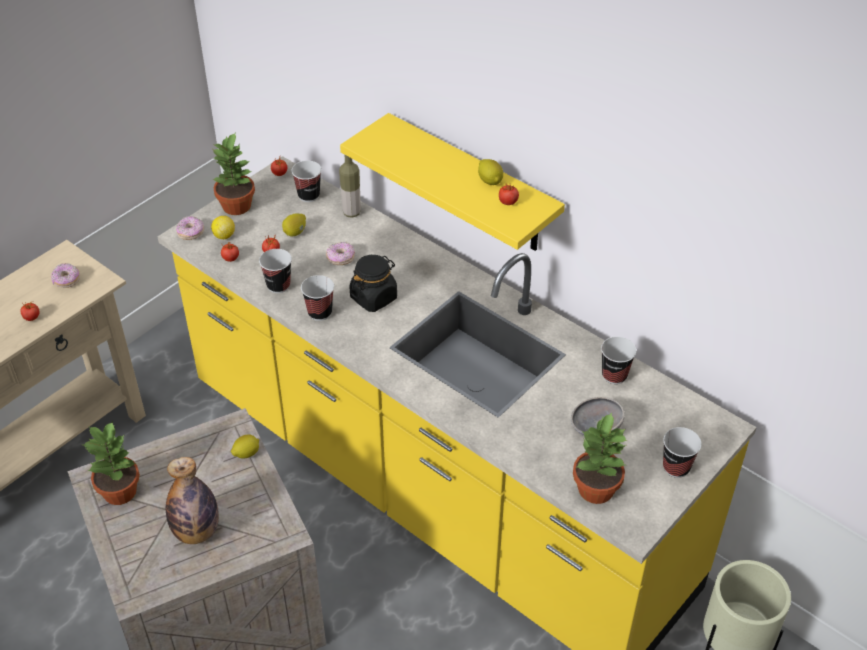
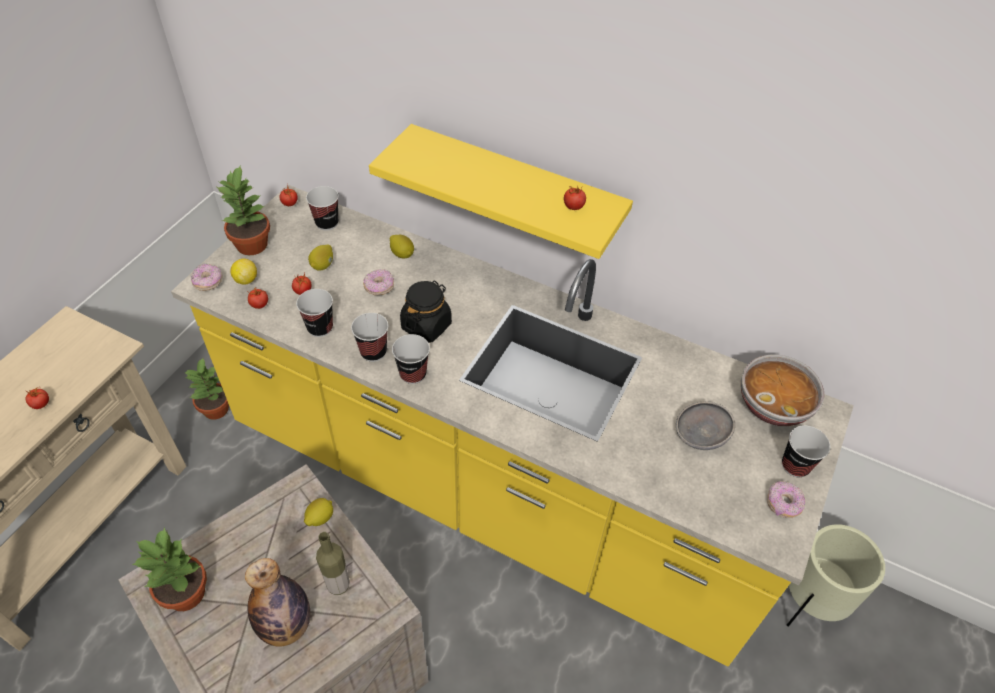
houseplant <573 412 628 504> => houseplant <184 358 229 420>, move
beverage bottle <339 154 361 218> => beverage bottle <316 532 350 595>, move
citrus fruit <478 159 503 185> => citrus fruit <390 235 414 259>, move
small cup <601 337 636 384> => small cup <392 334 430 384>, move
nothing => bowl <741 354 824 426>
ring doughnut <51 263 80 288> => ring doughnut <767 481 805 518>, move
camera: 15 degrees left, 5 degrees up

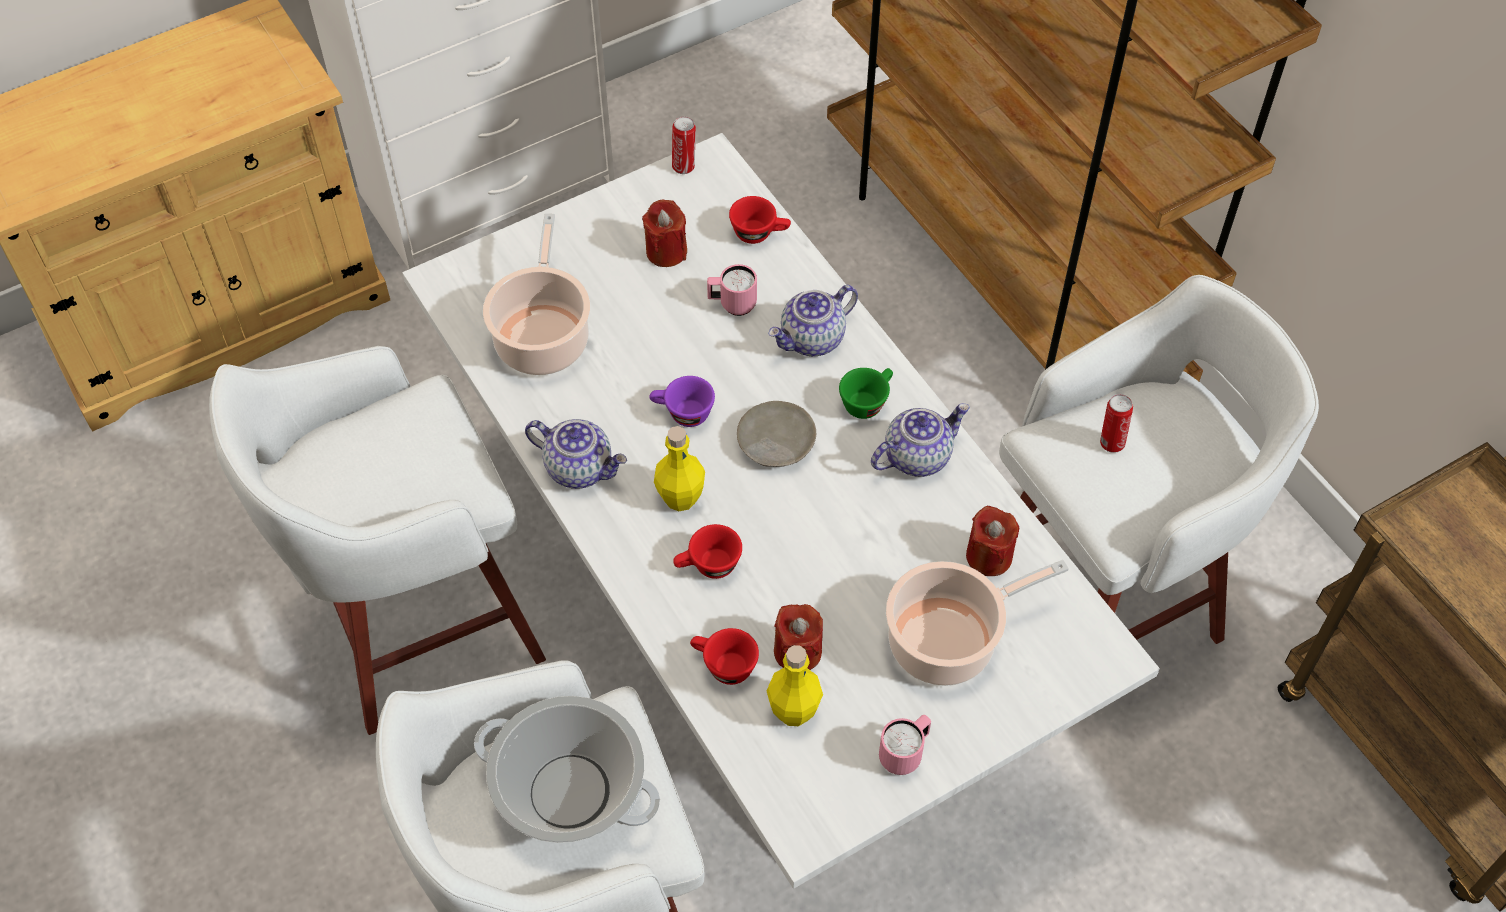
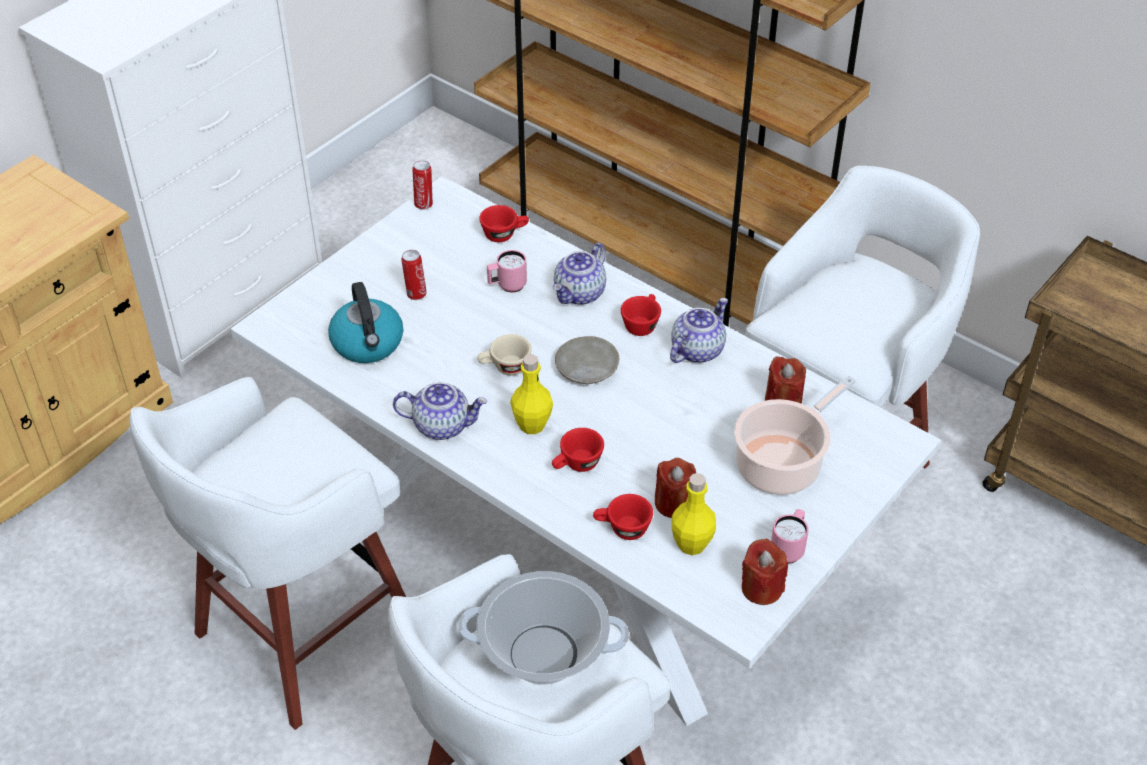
stockpot <483 213 590 375> => kettle <328 282 403 363>
sealed can <1100 394 1133 453> => sealed can <401 250 427 300>, move
small cup/purplish <650 376 715 427> => small cup/beige <478 334 532 376>
small cup/green <839 368 893 419> => small cup/reddish <621 294 661 336>
candle/reddish <642 199 687 267> => candle/reddish <742 538 788 605>, move
camera: 20 degrees left, 10 degrees down

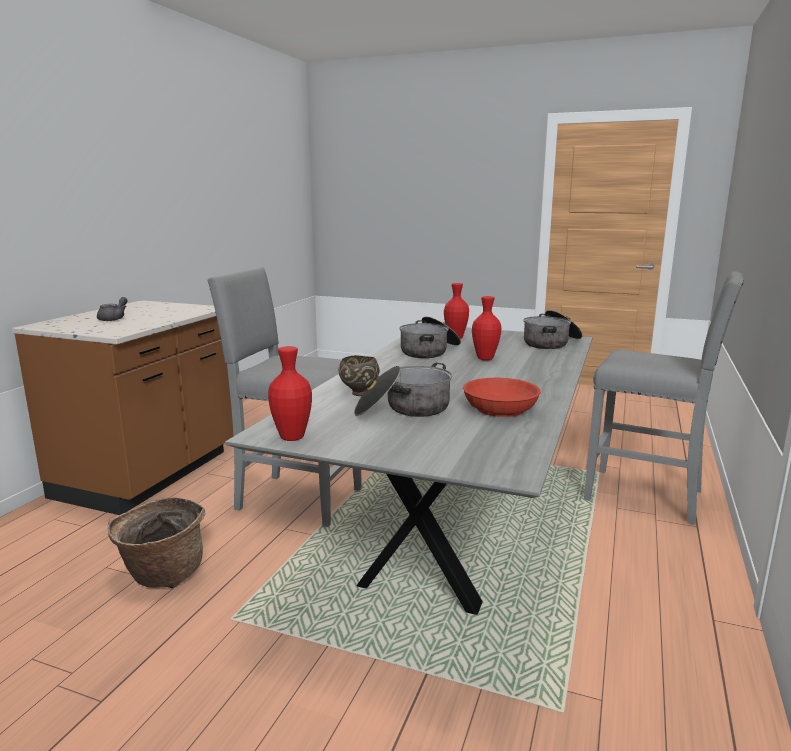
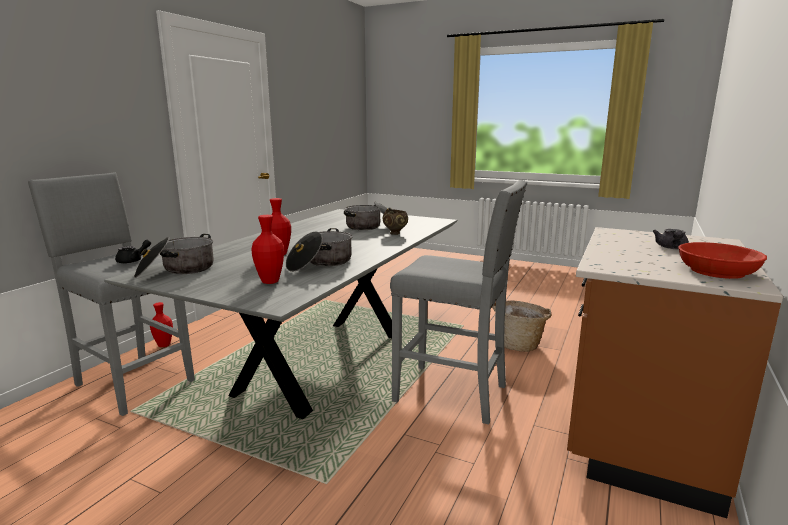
nothing => tea pot/black <115 240 151 263>
decorative vase/reddish <268 346 312 441> => decorative vase/reddish <150 302 173 347>, move
bowl/reddish <463 378 541 417> => bowl/reddish <678 242 767 279>, move
camera: 175 degrees left, 0 degrees up

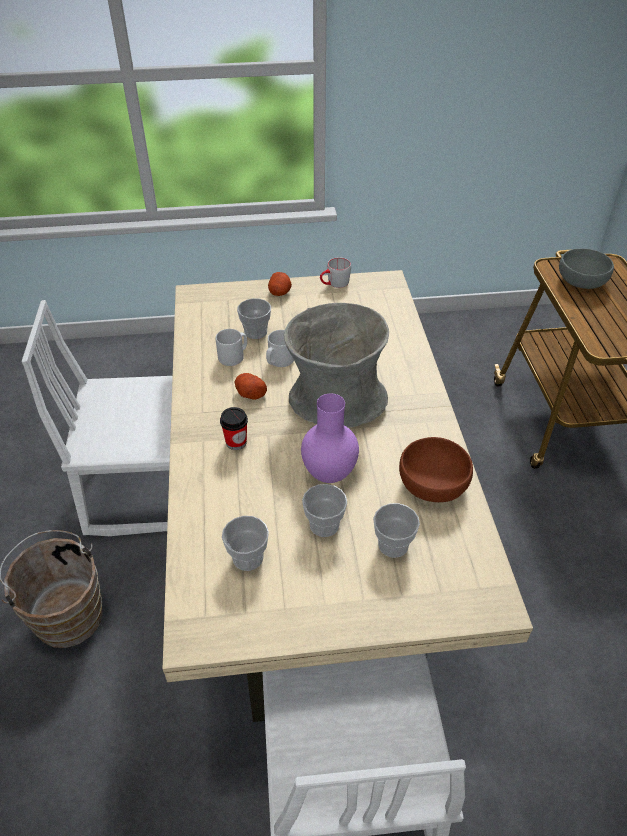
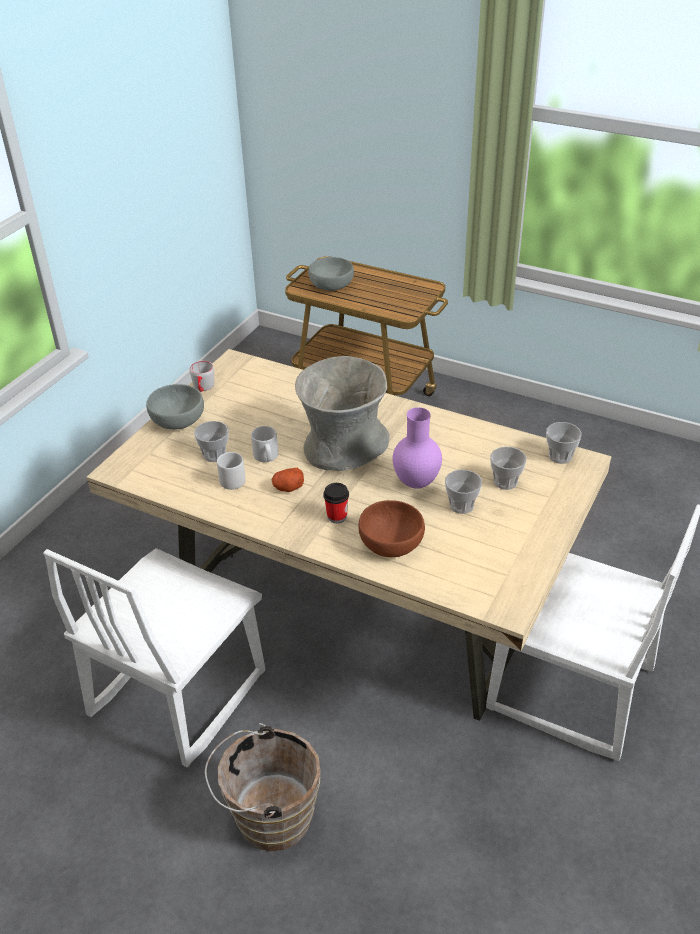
whole potato <268 272 292 296> => bowl/grey <146 384 204 430>
bowl/brownish <399 437 473 502> => bowl/brownish <358 500 425 557>, move
small cup <222 516 269 571> => small cup <546 422 582 464>, move
camera: 55 degrees left, 5 degrees down

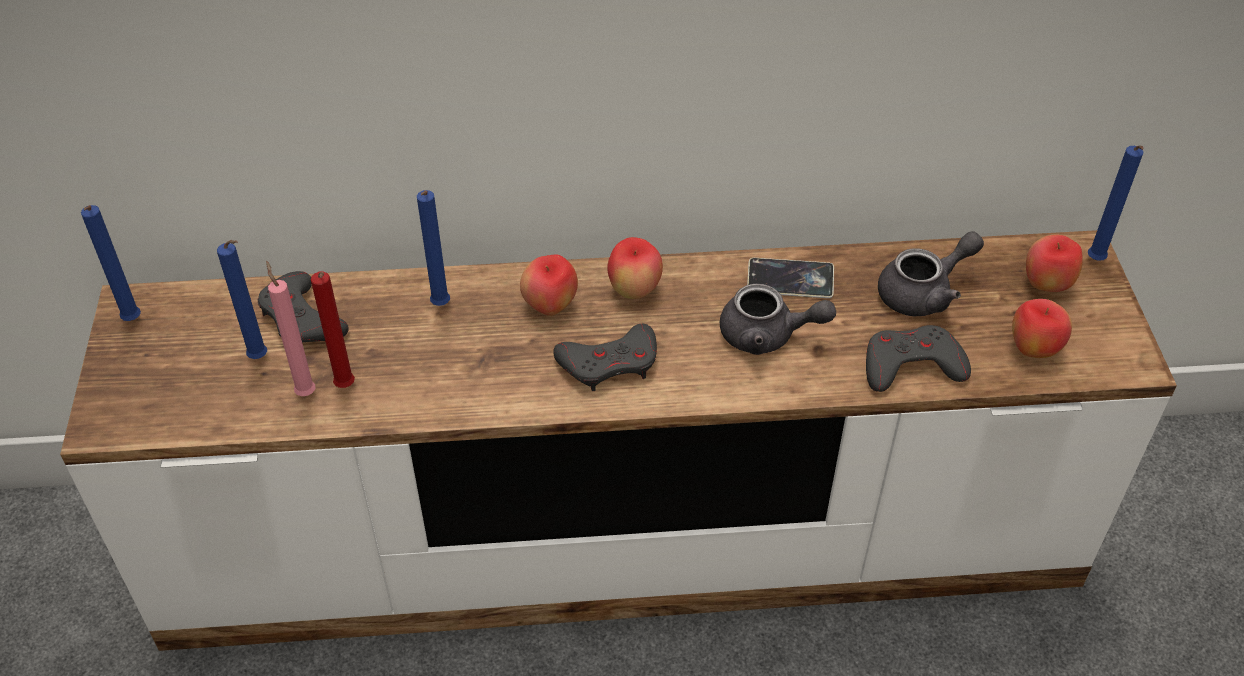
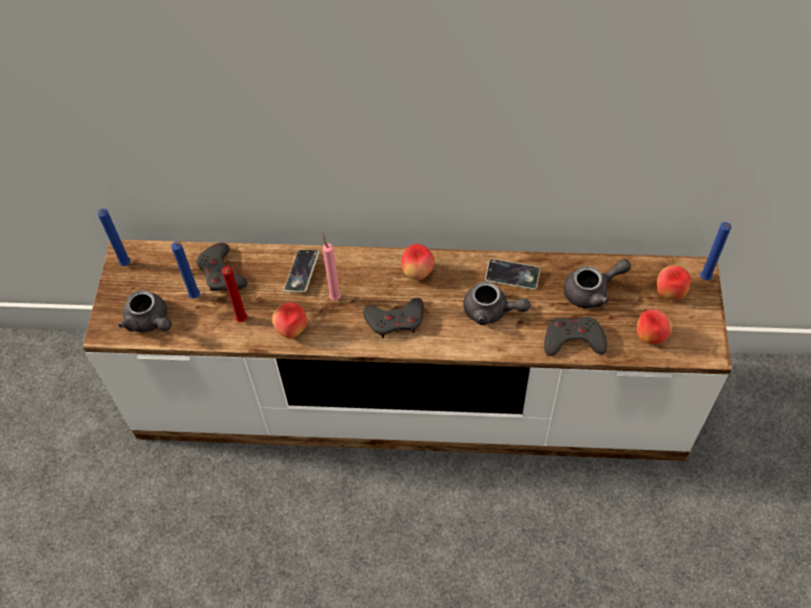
nothing => tea pot/grey <118 290 171 332>
apple fruit <520 254 578 316> => apple fruit <272 303 308 339>, move
candle/blue-coloured <417 190 450 306> => telephone <284 250 319 292>
candle/pink <266 261 315 396> => candle/pink <323 234 341 300>, move
camera: 10 degrees right, 10 degrees up

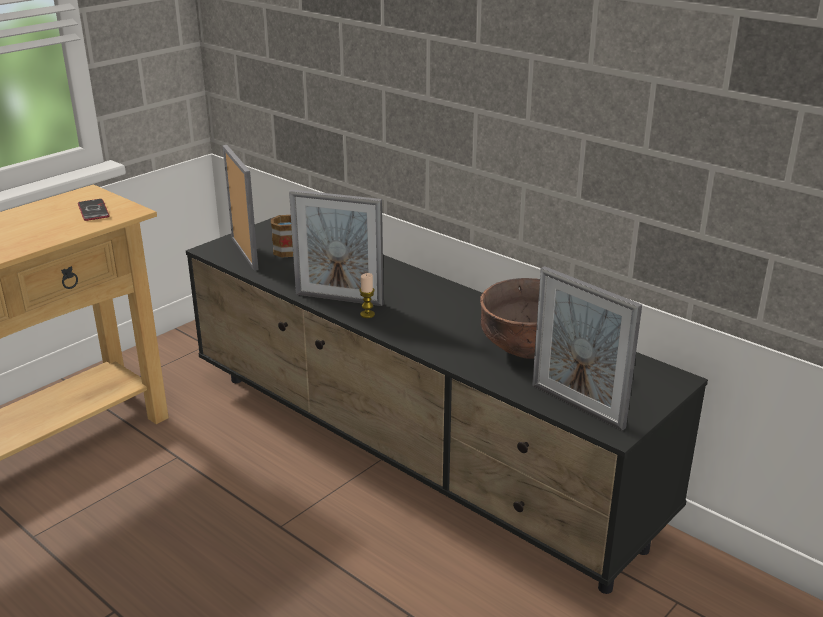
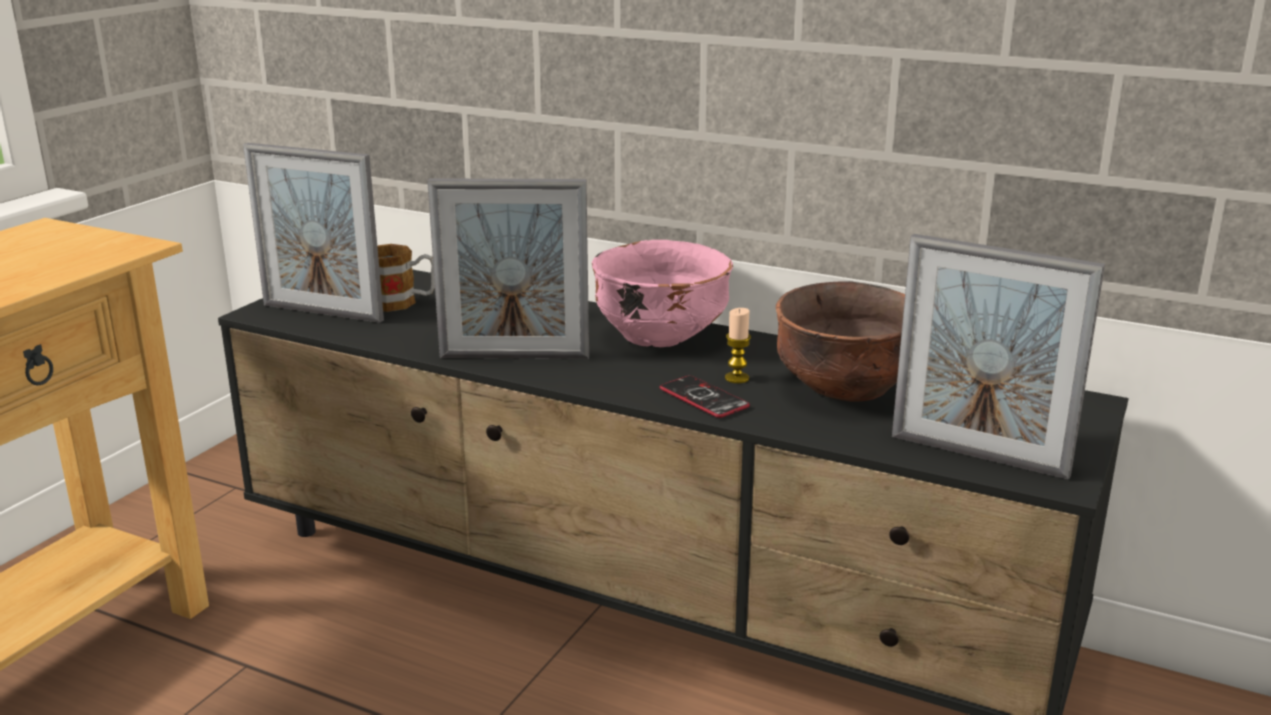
picture frame <223 145 259 271> => picture frame <243 143 384 323>, 150 degrees clockwise
nothing => bowl/pink <592 240 733 347>
telephone <78 199 110 221> => telephone <660 376 750 418>, move
candle <359 273 375 318> => candle <725 308 751 383>, move
camera: 15 degrees left, 5 degrees down

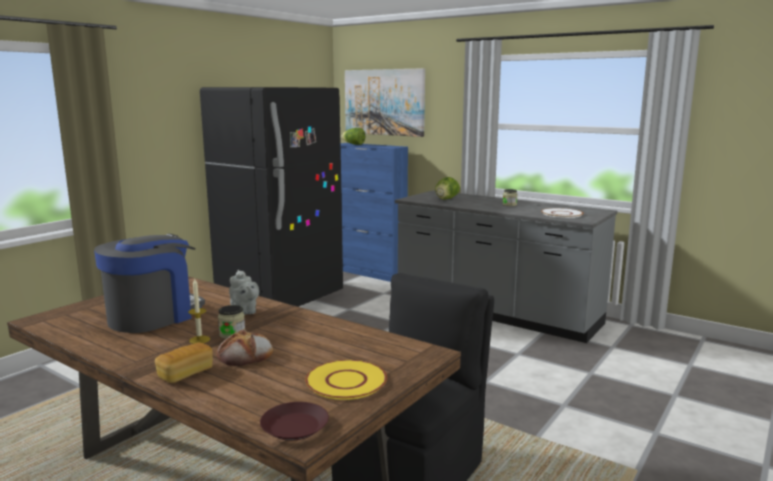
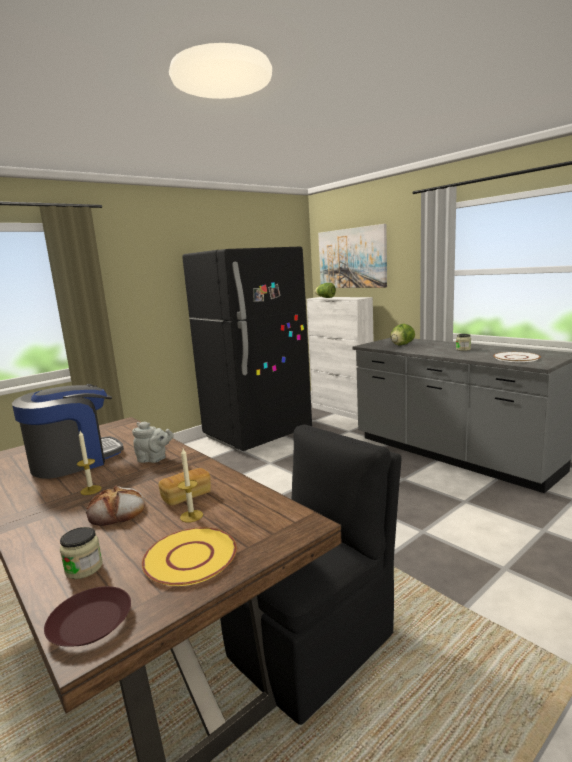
storage jar <218 305 245 339> => storage jar <60 527 102 579>, move
tea pot/grey <229 270 259 315> => tea pot/grey <132 422 174 463>, 60 degrees counterclockwise
baked bread <155 342 213 383> => baked bread <158 468 211 505>, move
nothing => candle <178 448 203 522>
storage cabinet/blue-coloured <340 143 408 282> => storage cabinet/whitish <307 297 374 420>
camera: 15 degrees right, 0 degrees up

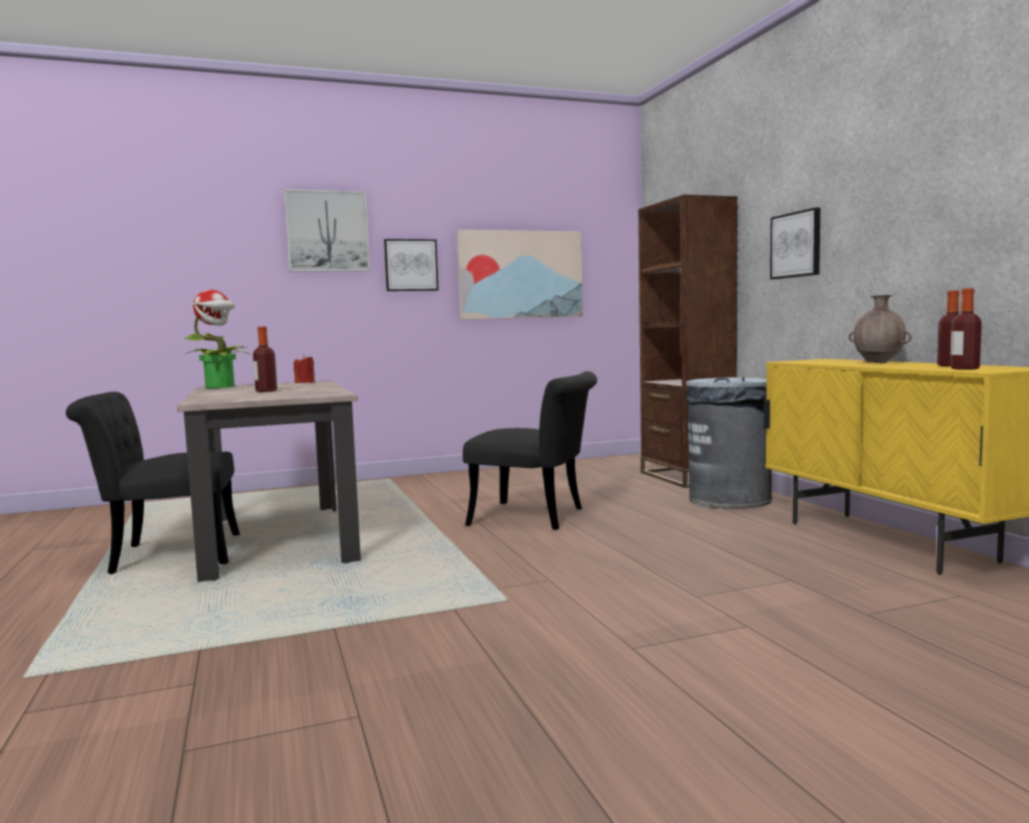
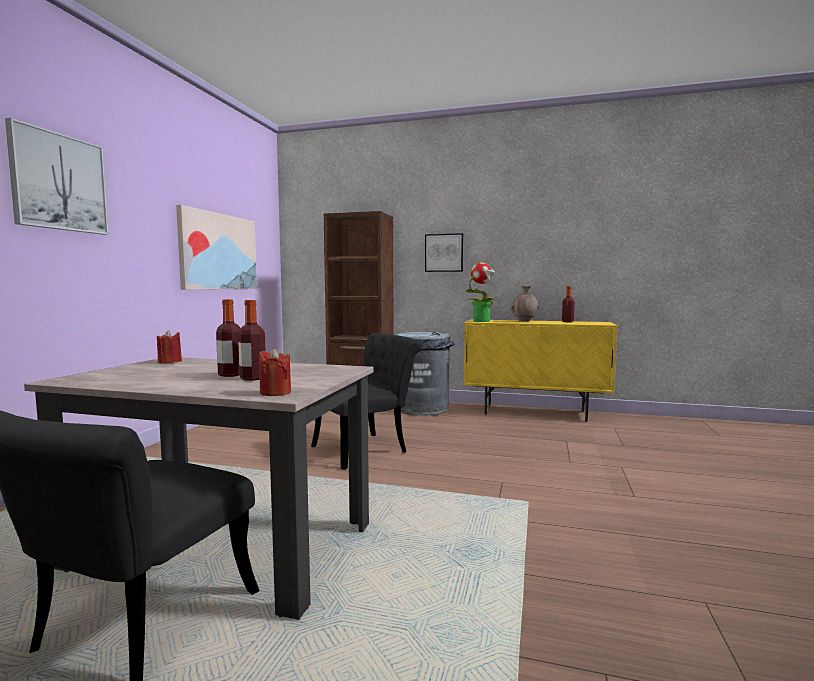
beverage bottle <950 288 982 370> => beverage bottle <238 300 265 381>, move
nothing => candle/reddish <258 348 291 396>
houseplant <185 290 249 388> => houseplant <464 262 501 322>, move
wall art <384 239 439 291> => nothing
camera: 55 degrees left, 0 degrees up

